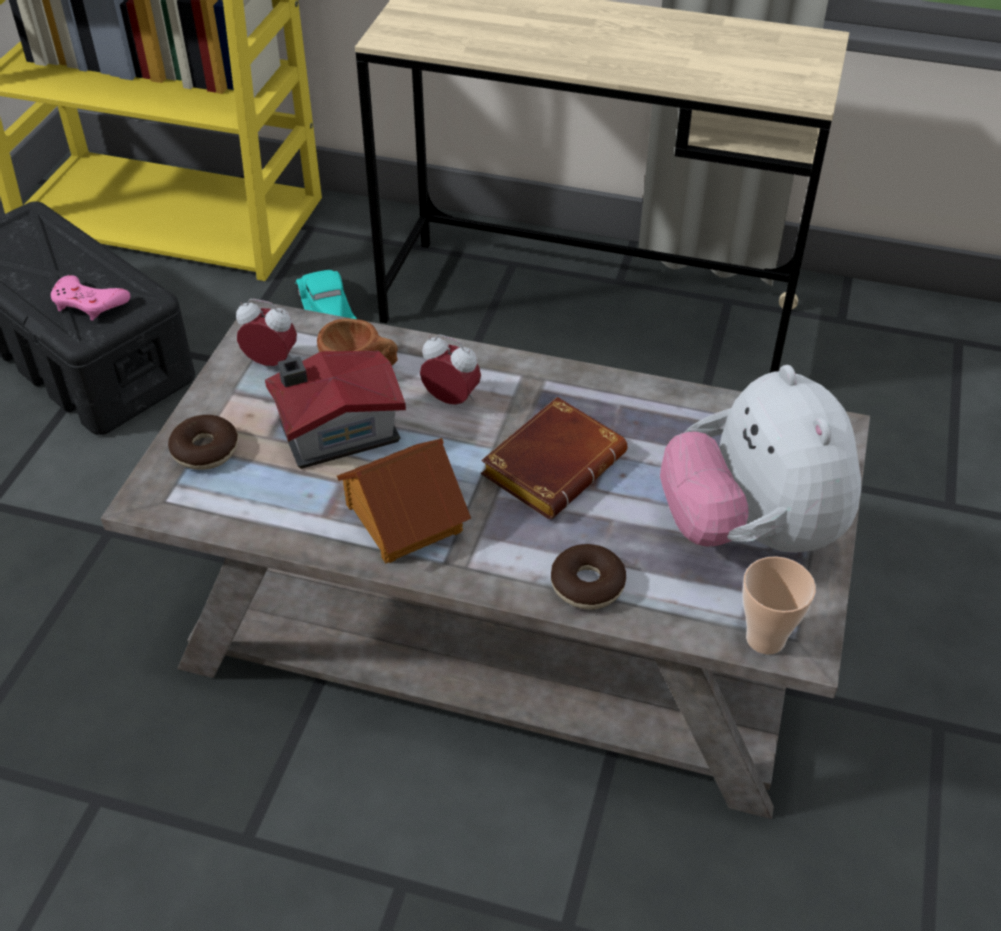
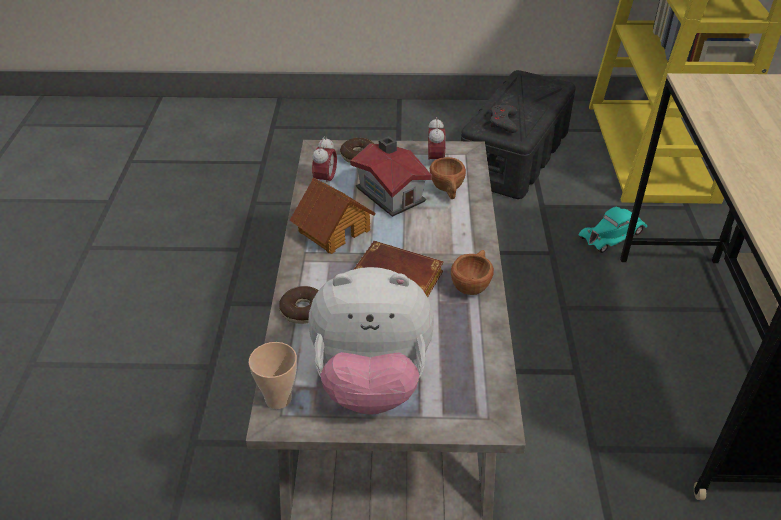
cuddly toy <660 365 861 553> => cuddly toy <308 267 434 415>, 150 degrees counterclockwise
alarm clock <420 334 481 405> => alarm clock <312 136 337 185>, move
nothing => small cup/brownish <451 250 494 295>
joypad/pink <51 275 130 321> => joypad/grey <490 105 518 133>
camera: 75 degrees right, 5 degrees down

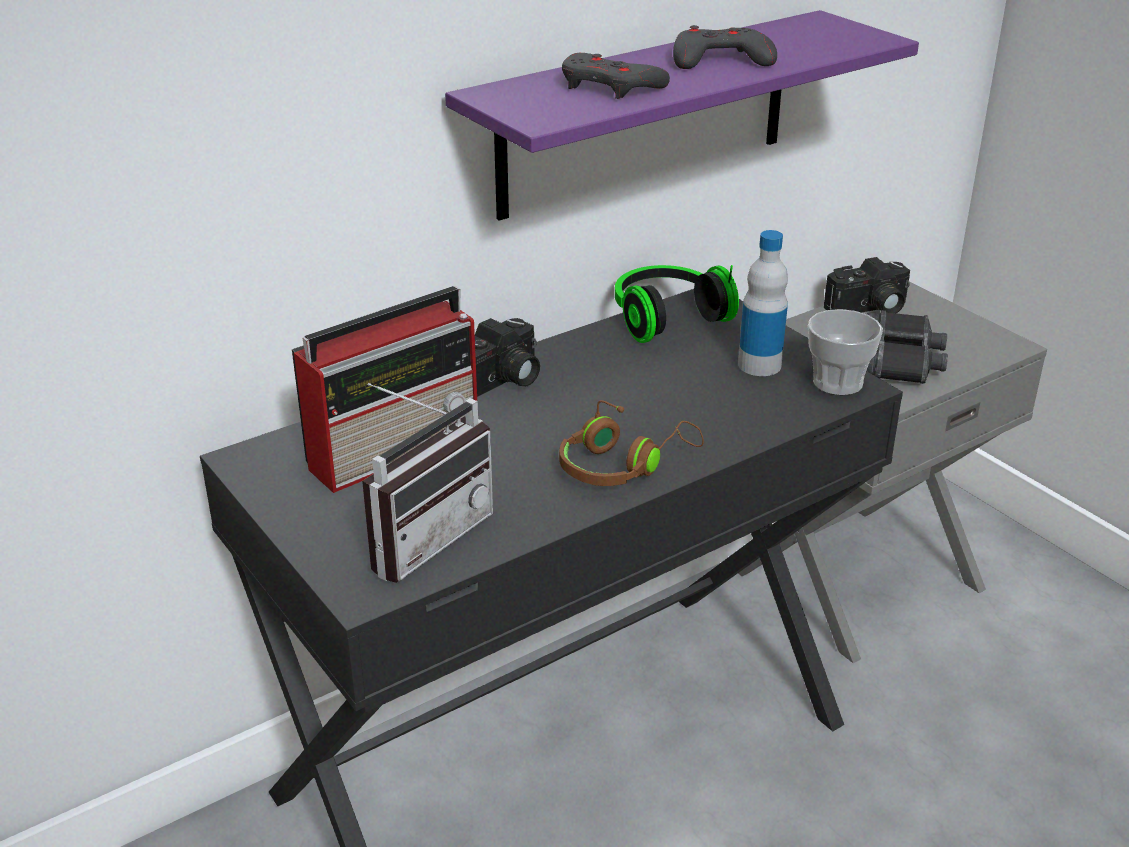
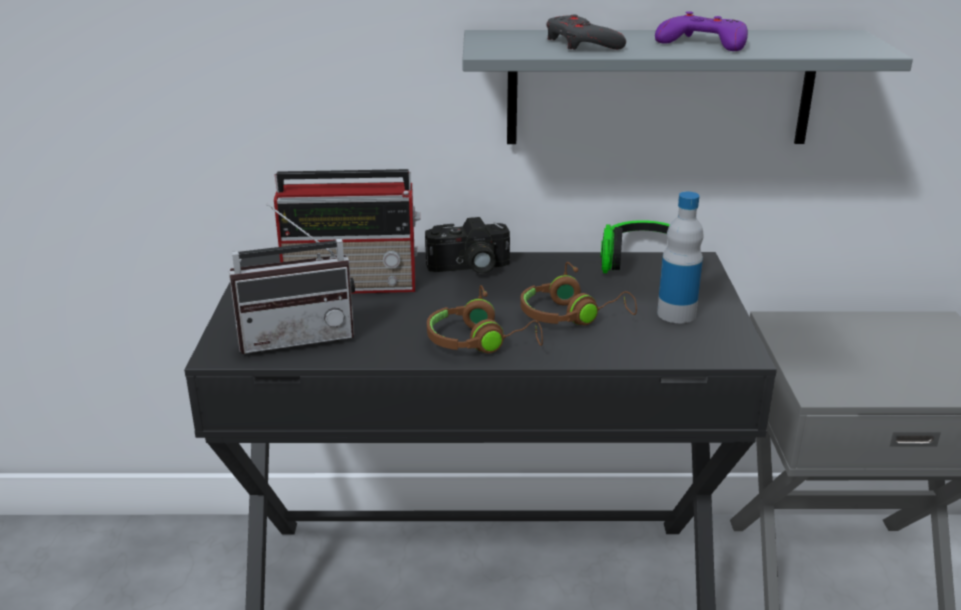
bracket shelf/purplish <445 10 919 221> => bracket shelf/grey <462 30 913 144>
nothing => headphones/brownish <520 262 637 325>
joypad/grey <673 25 777 69> => joypad/purplish <655 11 748 51>
small cup <808 309 883 395> => nothing
photo camera <824 257 910 313> => nothing
field glasses/black <866 310 948 384> => nothing
camera: 35 degrees right, 5 degrees down

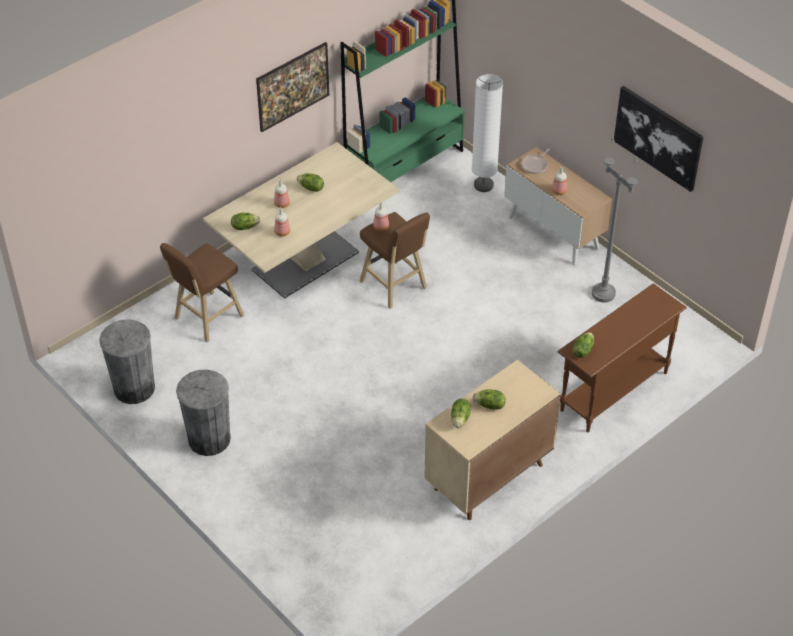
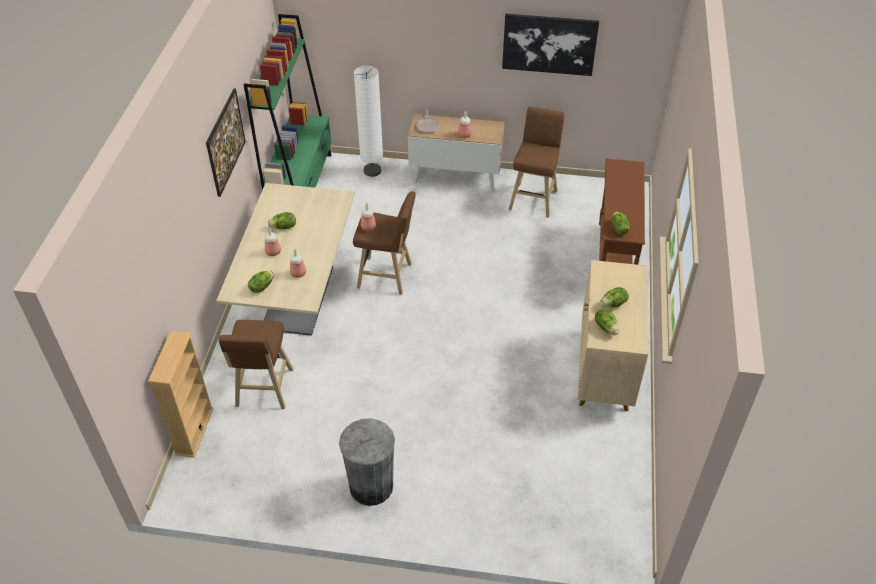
nothing => bookcase/beige <148 331 213 458>
standard lamp/grey <592 137 638 303> => stool seat/brownish <508 106 564 218>
waste bin/grey <99 319 155 404> => nothing
camera: 40 degrees left, 0 degrees up

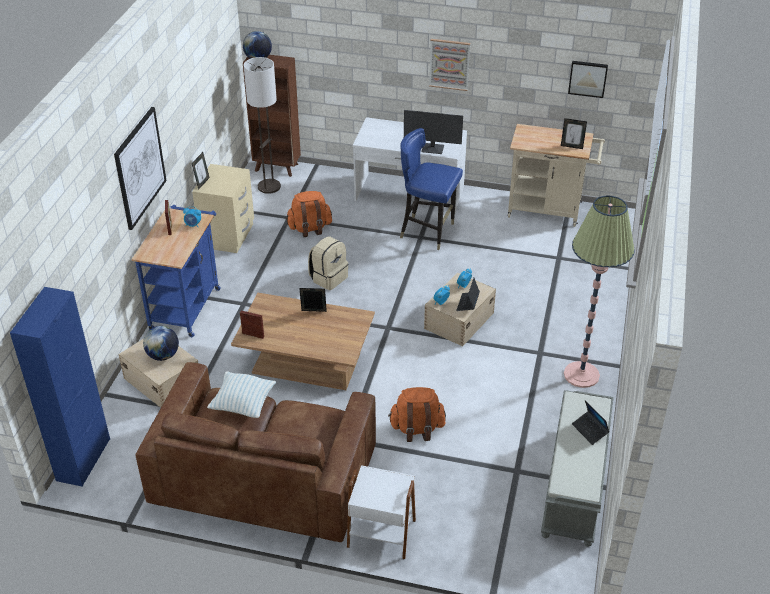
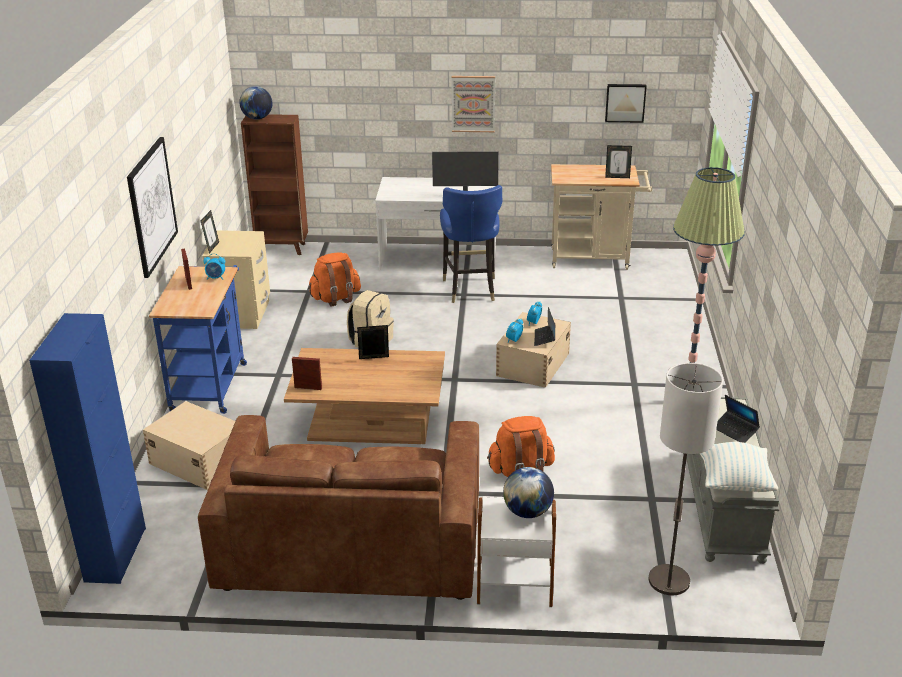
chair/blue-coloured <400 128 463 250> => chair/blue-coloured <440 185 502 303>, 105 degrees counterclockwise
world globe <143 326 179 361> => world globe <503 467 554 518>, move
standard lamp <244 57 281 194> => standard lamp <649 363 723 595>, move
pillow <207 371 276 418> => pillow <700 442 778 492>, move
camera: 10 degrees left, 10 degrees down

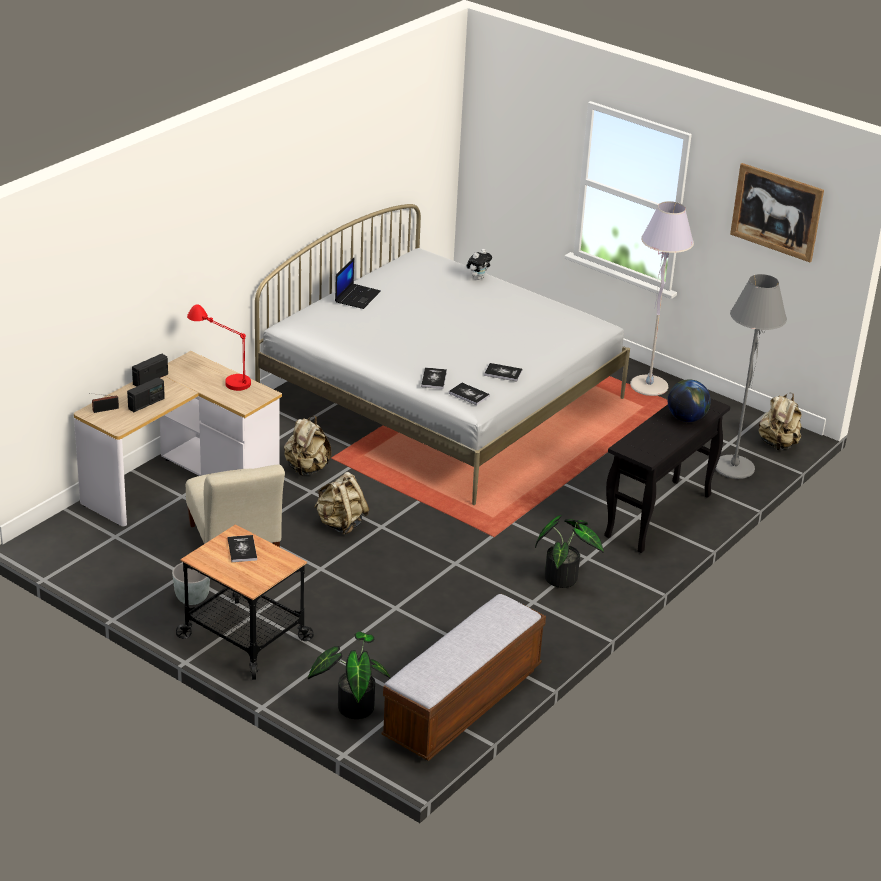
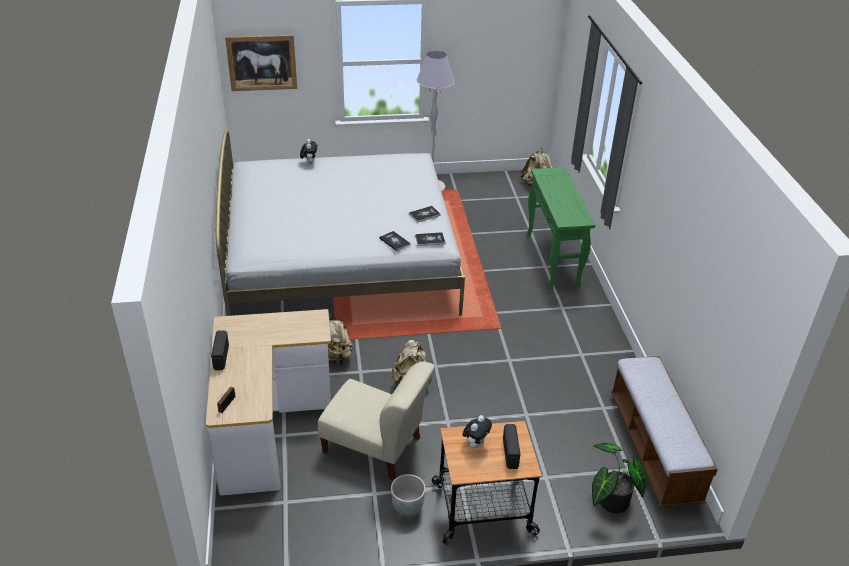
wall art <730 163 824 262> => wall art <225 35 297 91>, move
bound book <228 535 257 562> => cuddly toy <462 415 492 448>
radio receiver <127 377 165 412> => radio receiver <503 424 520 469>, move
narrow table/black <604 398 730 553> => narrow table/green <527 167 595 289>
lamp for a table/reddish <187 304 251 391> => nothing
notebook computer <335 258 381 309> => nothing
houseplant <535 515 604 588> => nothing
world globe <668 379 711 422> => nothing
standard lamp/grey <715 274 787 479> => nothing
camera: 45 degrees left, 5 degrees up

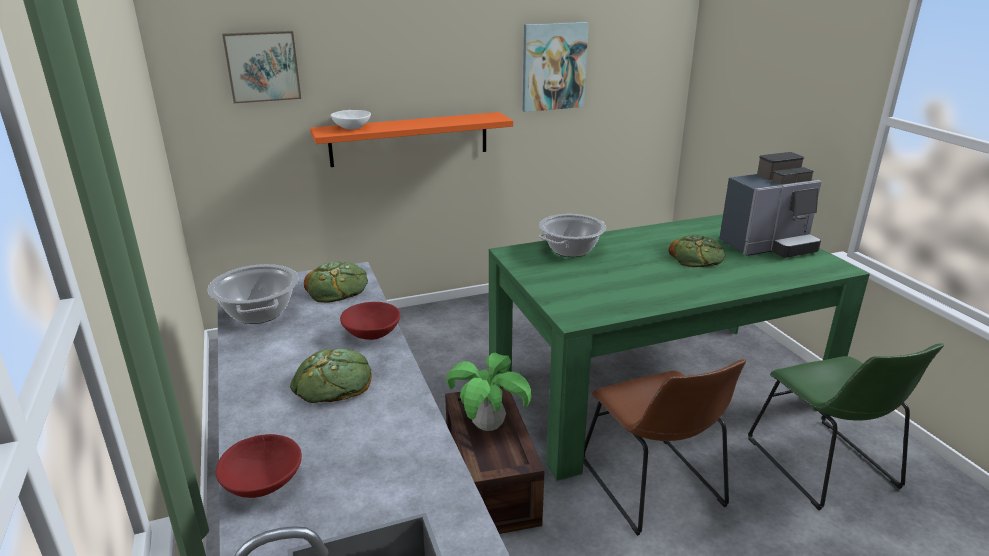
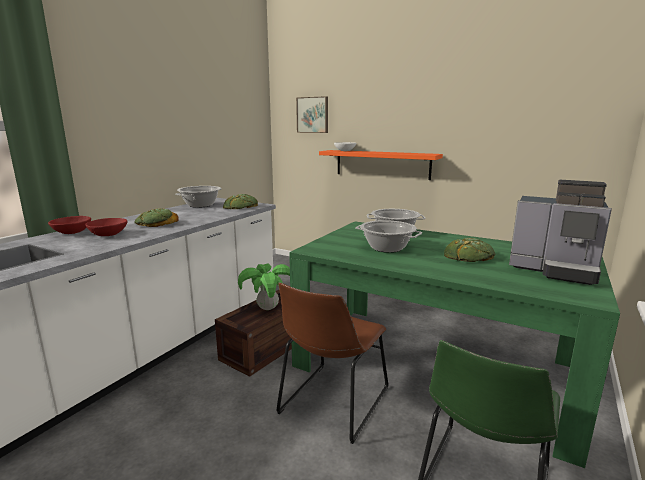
bowl/reddish <340 302 400 340> => bowl/reddish <85 218 127 236>, move
nothing => stockpot <355 220 422 253>
wall art <523 22 589 112> => nothing
camera: 50 degrees right, 10 degrees down

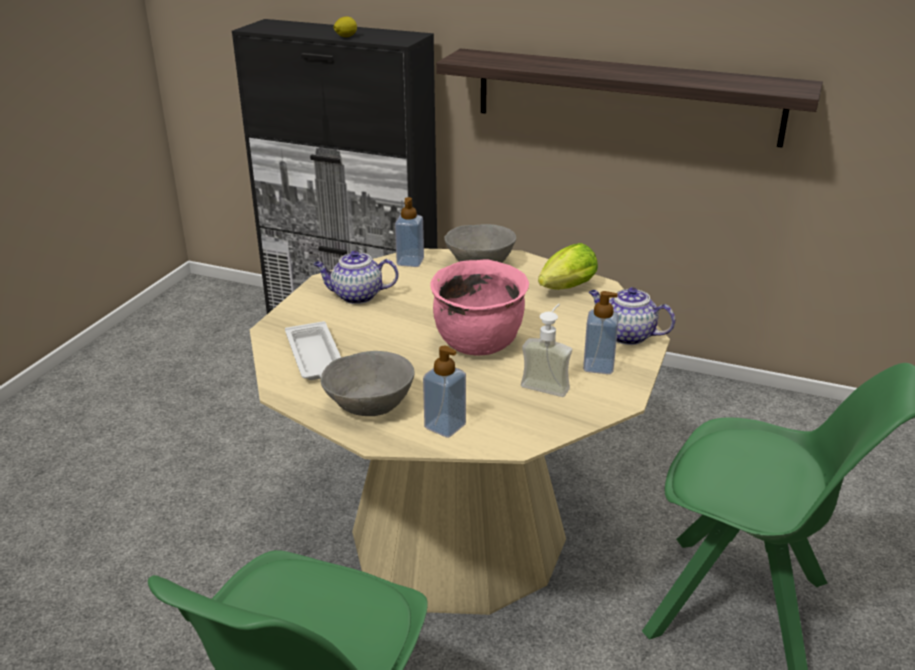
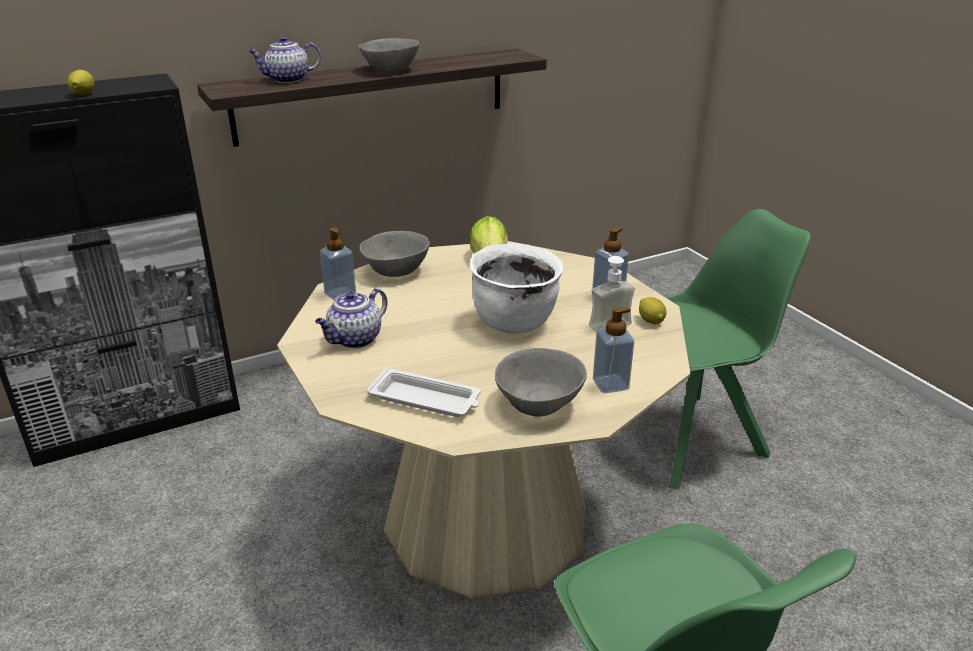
tea pot <589 287 675 345> => tea pot <248 36 321 83>, move
nothing => bowl/grey <359 38 419 72>
stockpot/pink <430 259 529 356> => stockpot/whitish <470 243 563 334>
nothing => citrus fruit <639 297 667 324>
camera: 50 degrees left, 0 degrees up

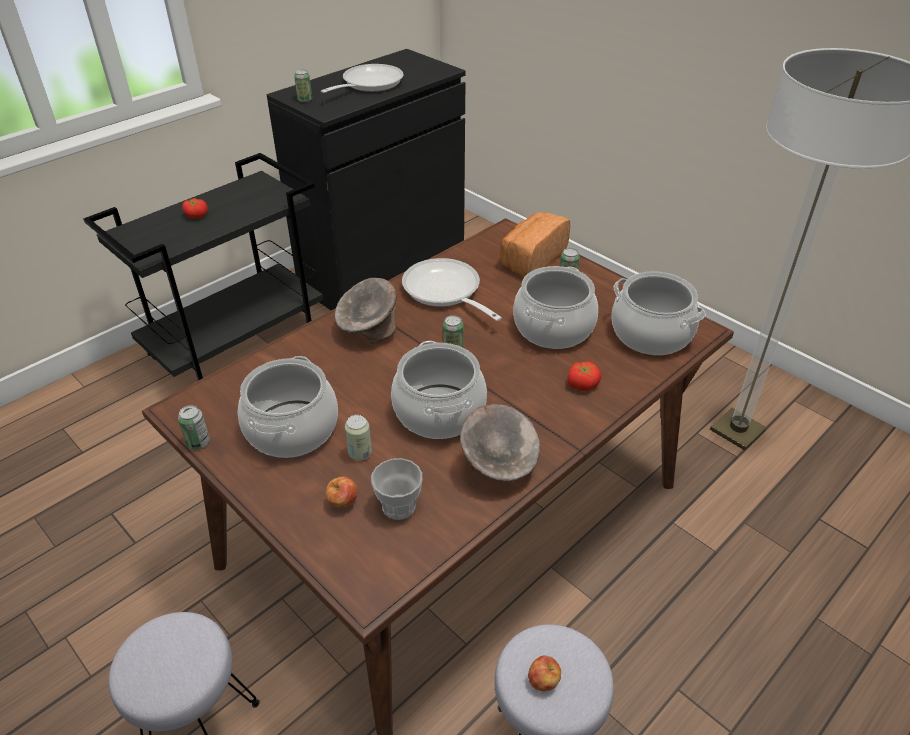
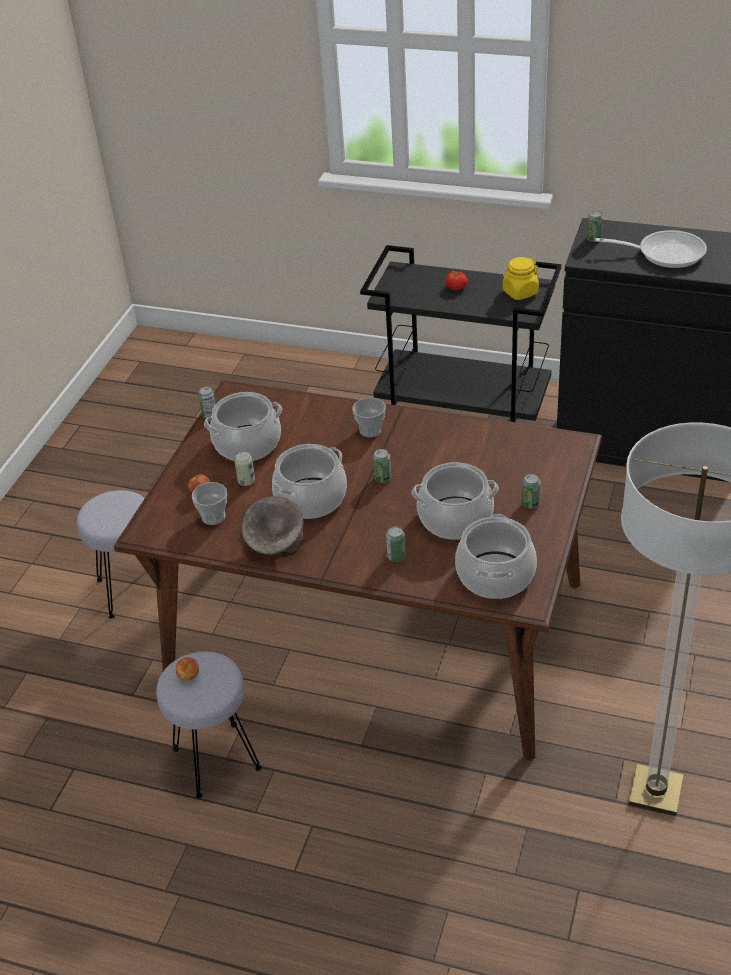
bowl/grey <335 278 397 344> => small cup <353 397 386 437>
tomato <567 361 602 391> => sealed can <386 526 406 562>
nothing => storage jar/yellow <503 257 539 300>
frying pan <402 258 502 321> => nothing
baked bread <500 212 570 277> => nothing
camera: 65 degrees right, 0 degrees up

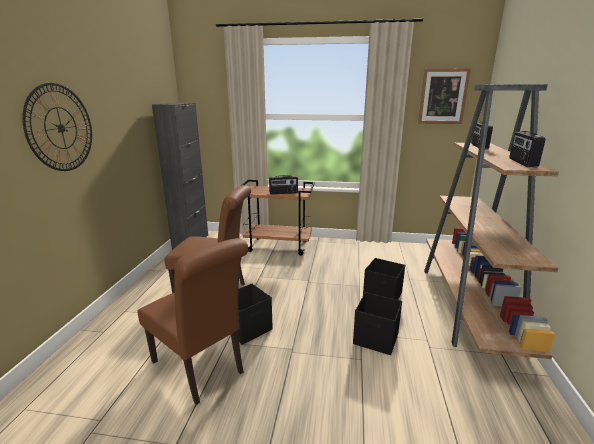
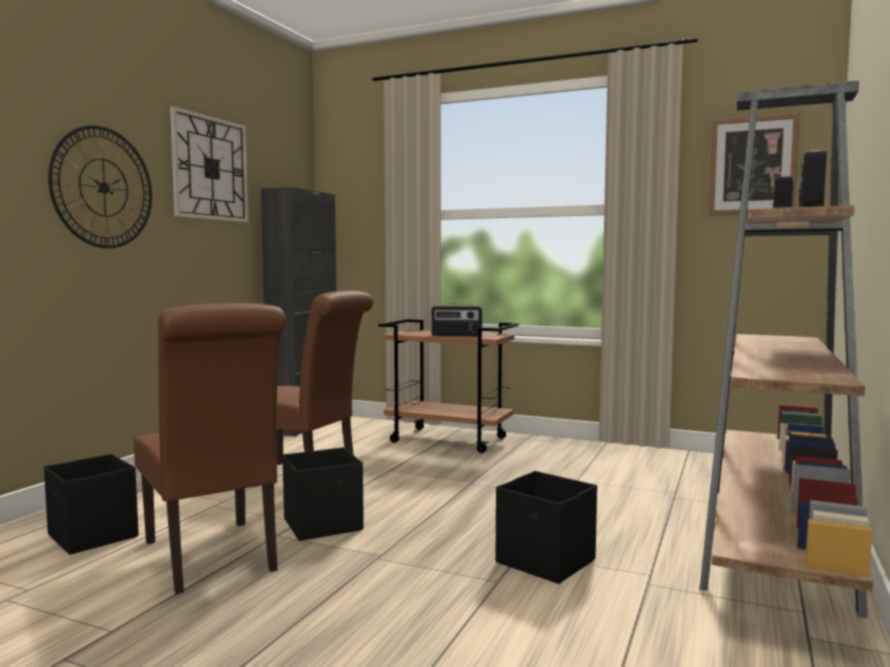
storage container/black <363 258 405 300> => storage container/black <44 454 139 555>, move
nothing => wall clock <170 106 249 222>
camera: 15 degrees right, 15 degrees down

